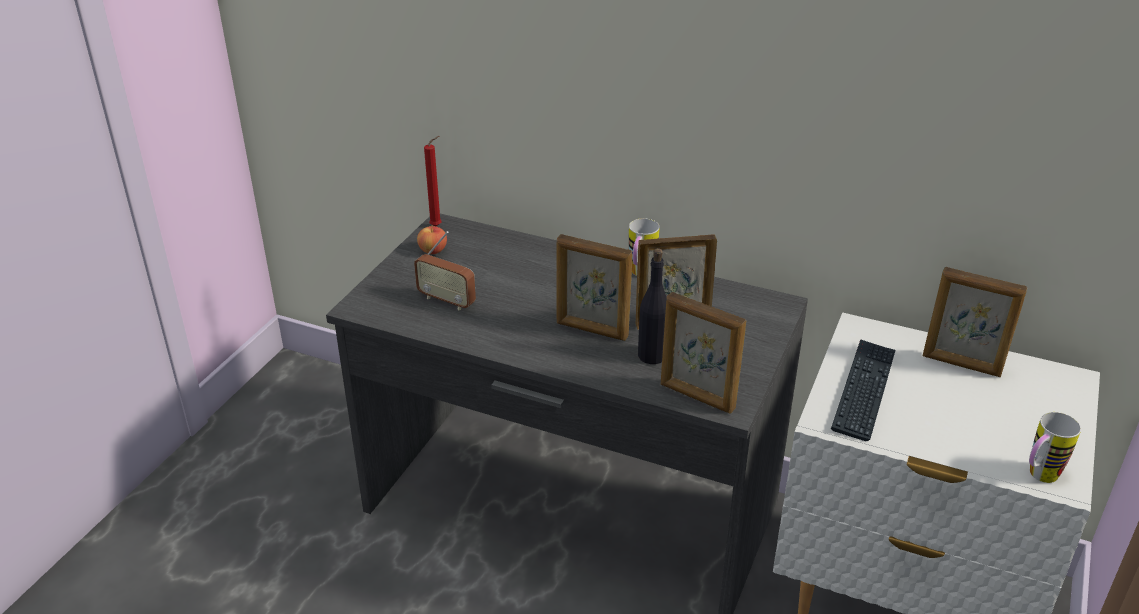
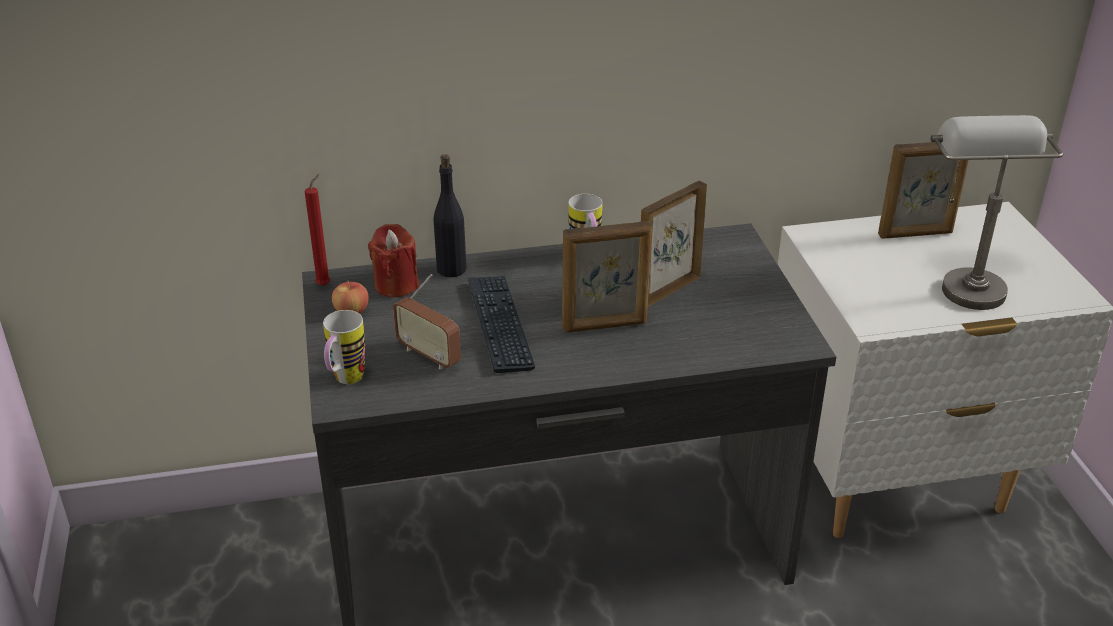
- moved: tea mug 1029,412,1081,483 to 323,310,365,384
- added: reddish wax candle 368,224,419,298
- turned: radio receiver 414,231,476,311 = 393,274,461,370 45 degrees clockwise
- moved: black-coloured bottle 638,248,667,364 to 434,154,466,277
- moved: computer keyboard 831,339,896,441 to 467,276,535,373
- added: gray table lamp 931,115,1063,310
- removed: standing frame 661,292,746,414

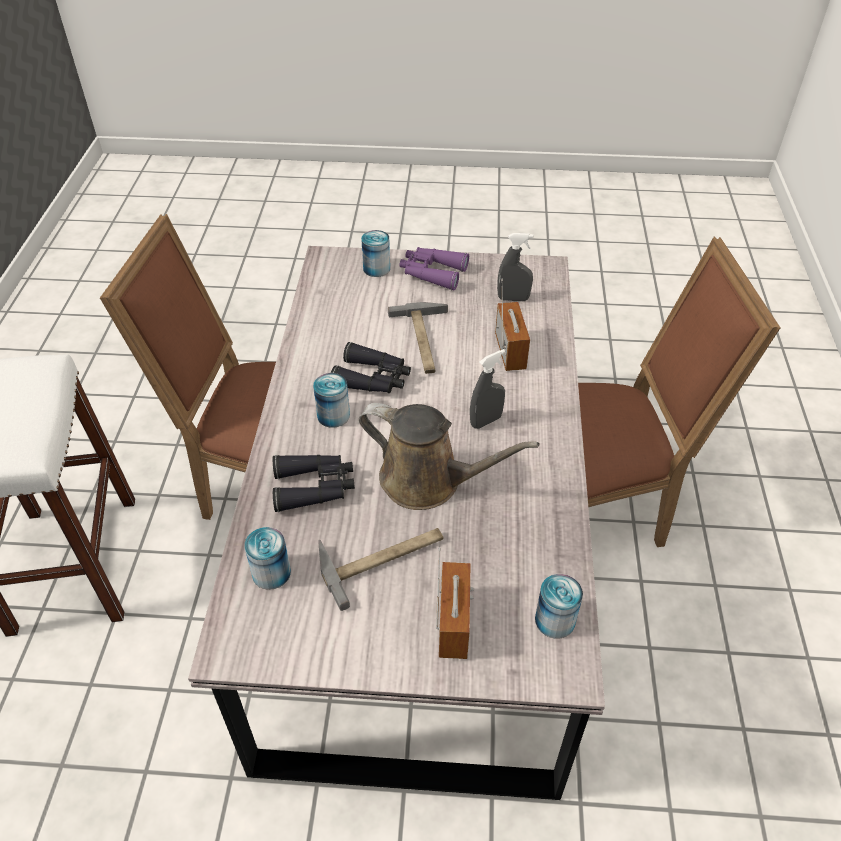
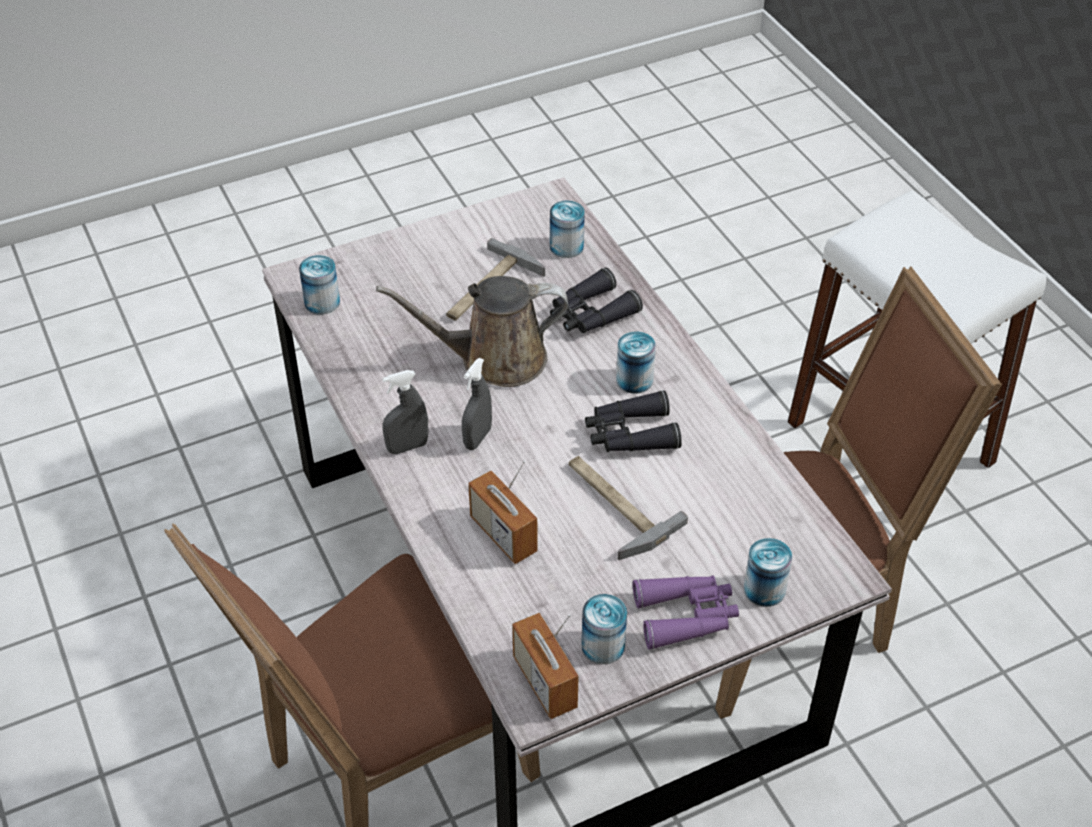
- moved: gray hand sprayer 497,233,533,301 to 382,370,428,454
- moved: radio receiver 436,547,474,659 to 512,613,579,719
- added: sealed can 582,594,627,664

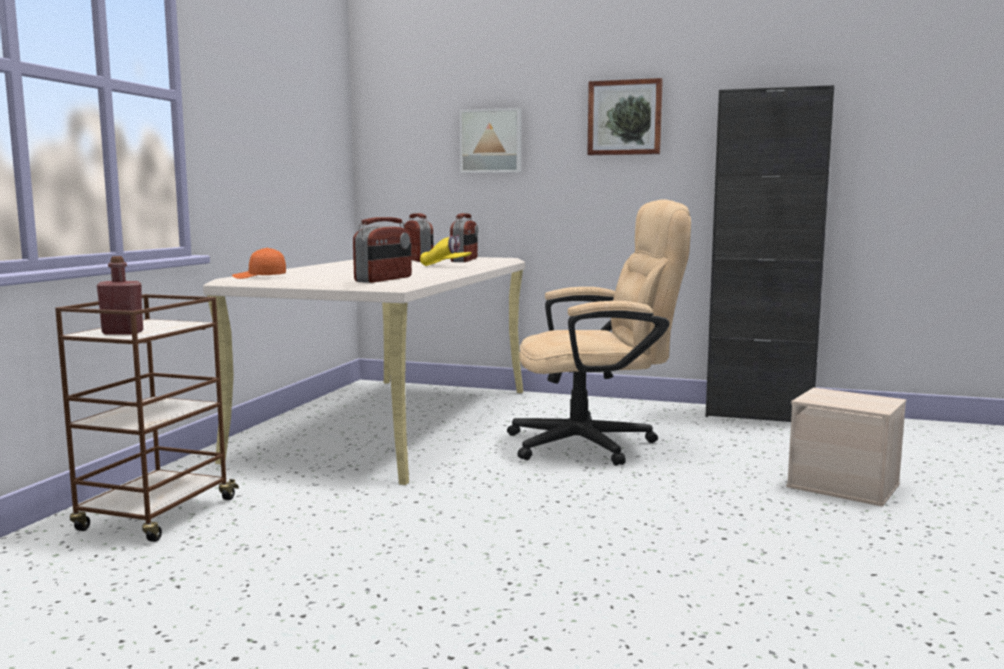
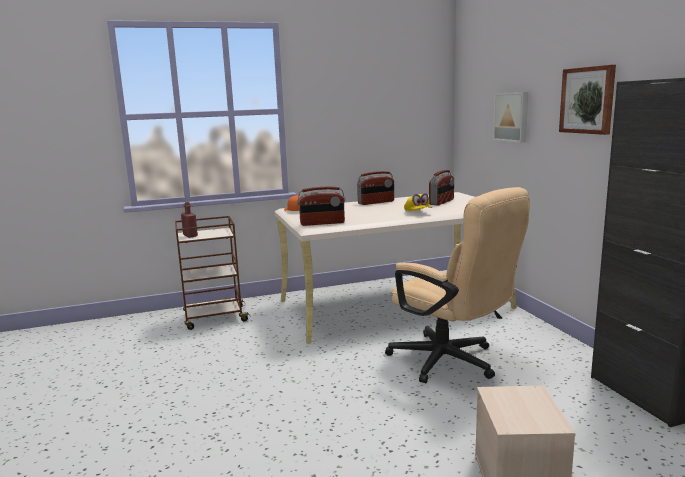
- moved: radio receiver 450,213,478,262 to 357,171,394,205

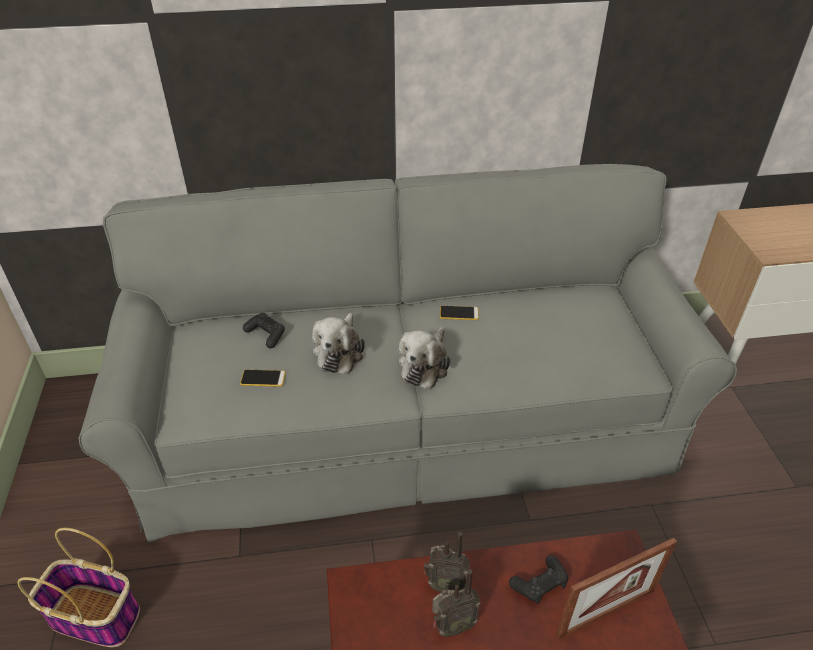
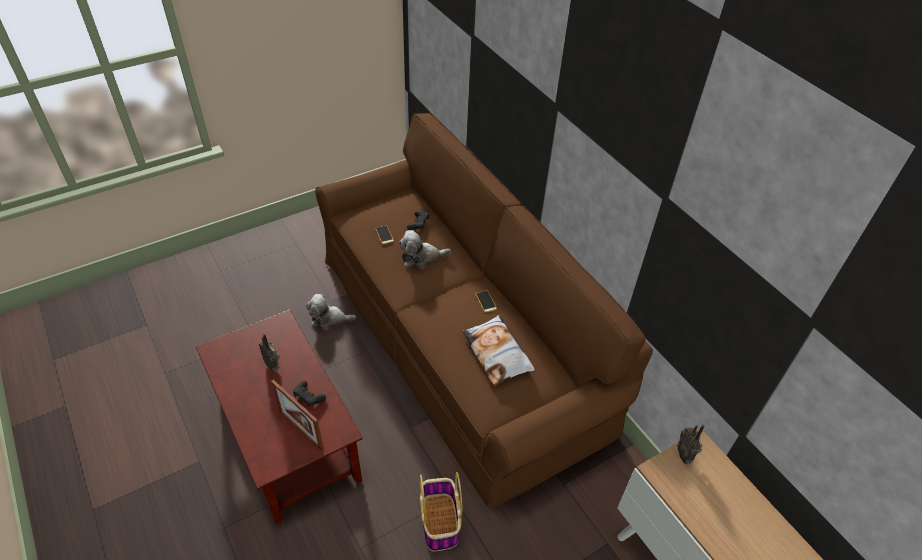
- moved: soft toy 399,327,451,389 to 306,294,356,330
- recoloured: gray settee 79,164,737,542 to brown-coloured settee 315,113,653,509
- moved: basket 17,528,140,647 to 420,472,462,552
- added: pillow 462,315,535,386
- moved: radio receiver 424,532,470,592 to 677,424,705,464

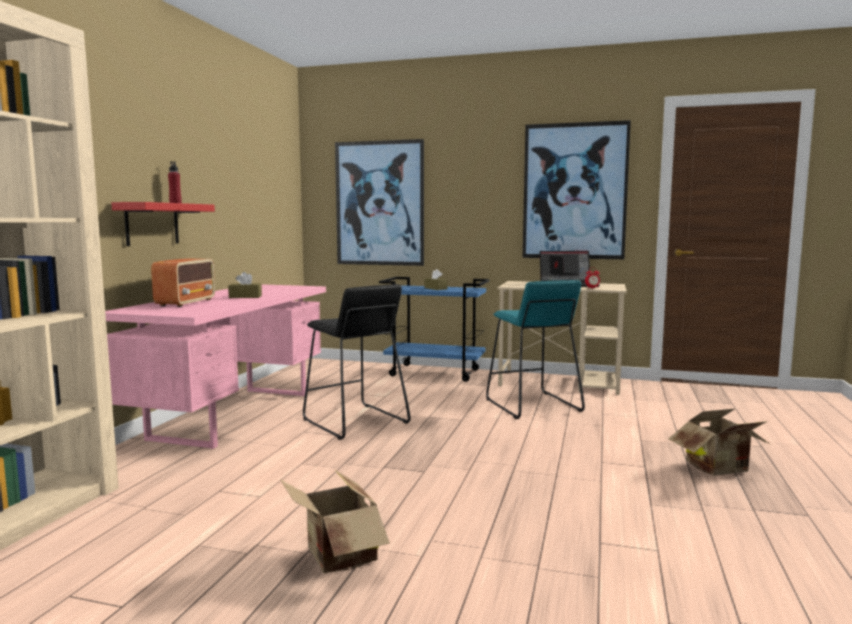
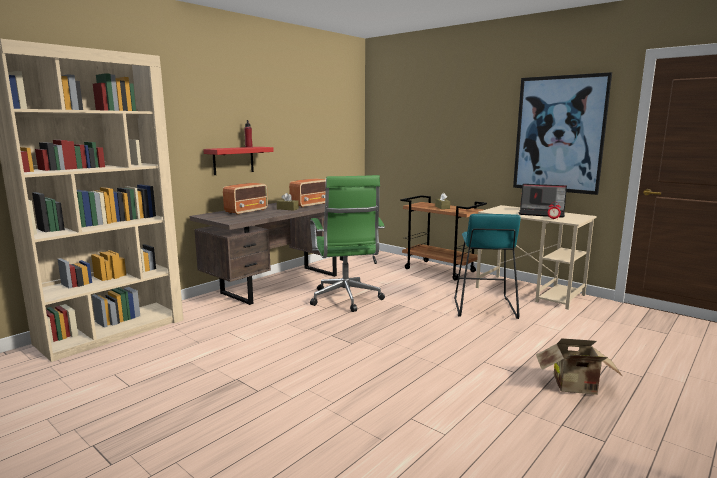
- recoloured: pink desk unit 105,284,326,449 to brown-coloured desk unit 190,203,337,305
- added: radio receiver 289,178,326,208
- replaced: black-coloured stool seat 303,284,411,440 to greenish computer chair 310,175,385,312
- recoloured: blue-coloured cart 379,277,489,382 to brown-coloured cart 401,195,487,281
- removed: cardboard box 281,469,390,573
- removed: wall art 335,139,424,266

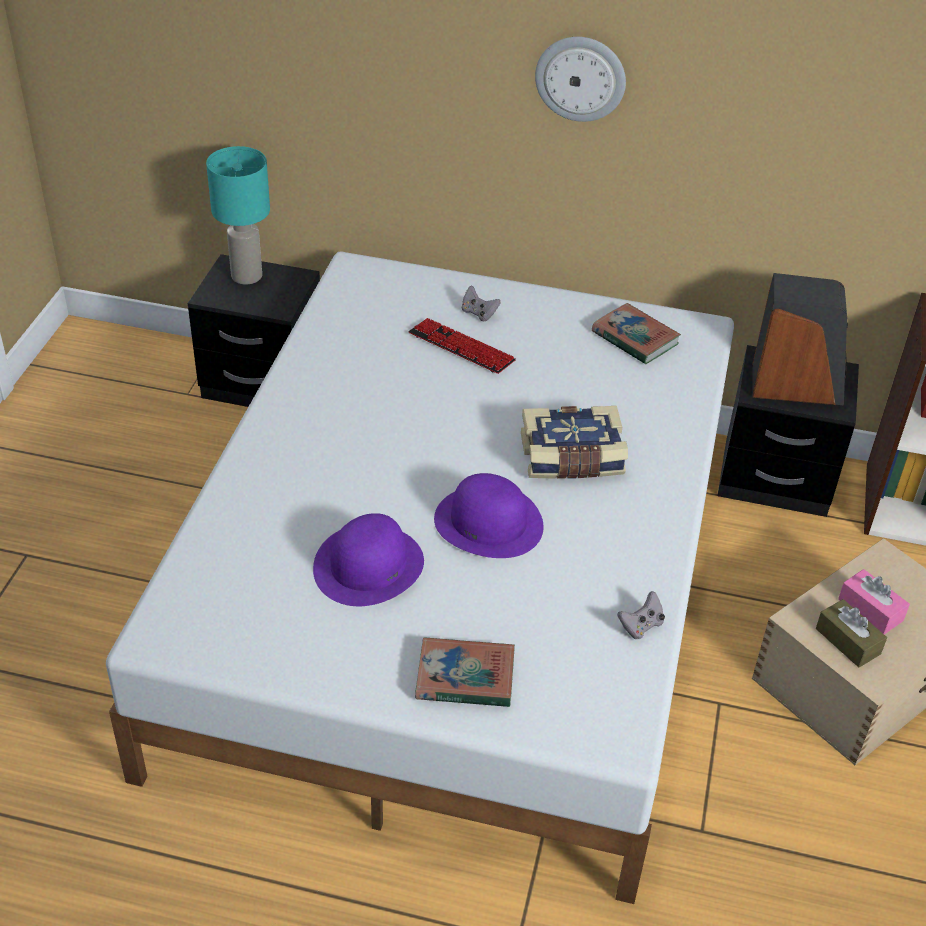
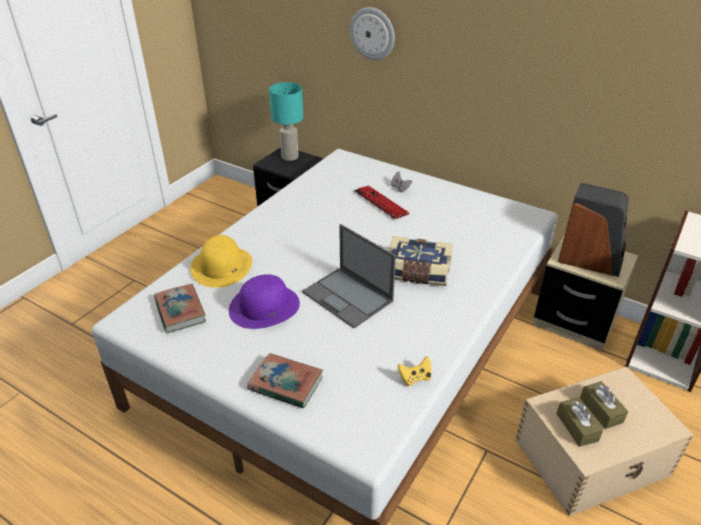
- moved: volume 592,303,681,365 to 154,284,206,333
- added: yellow-coloured clothing hat 190,235,252,288
- replaced: purplish clothing hat 434,473,544,558 to portable computer 302,224,396,328
- moved: hanging clock 535,37,626,122 to 350,7,395,60
- recoloured: gray game controller 617,591,665,639 to yellow-coloured game controller 398,356,432,386
- recoloured: black-coloured nightstand 717,345,859,517 to sand-coloured nightstand 533,237,638,351
- recoloured: pink tissue holder 838,569,910,635 to brown-coloured tissue holder 580,381,628,429

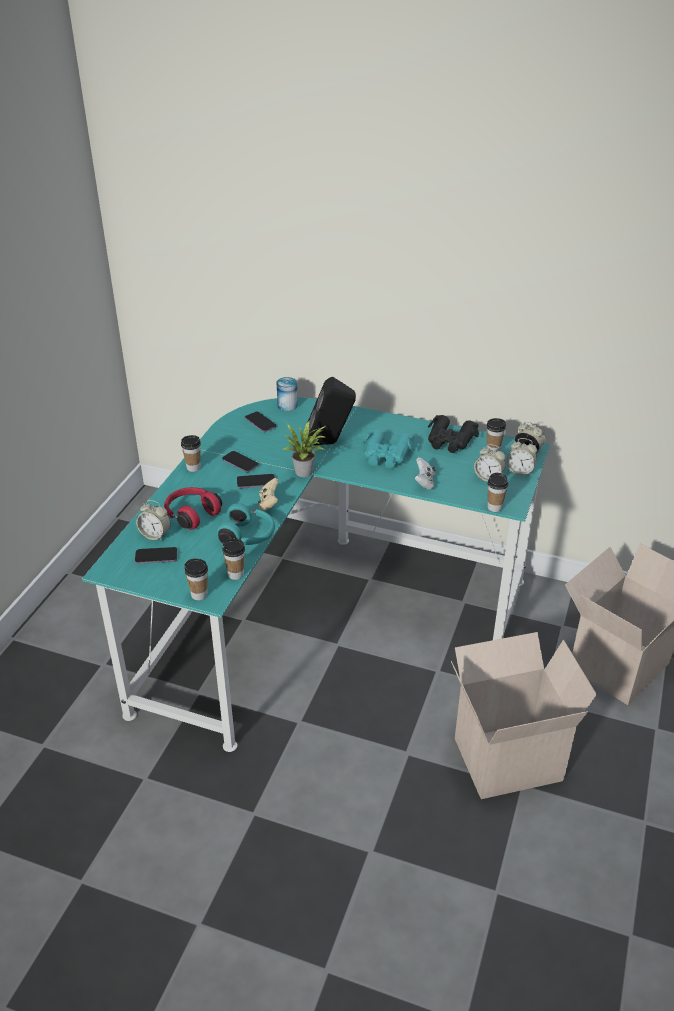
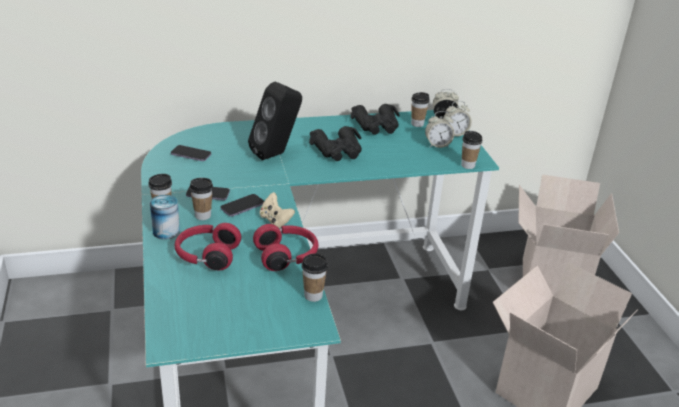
- moved: sealed can 277,377,298,411 to 150,195,180,240
- moved: cup 184,559,208,600 to 190,178,213,220
- recoloured: turquoise pair of headphones 216,503,275,545 to reddish pair of headphones 253,224,319,271
- recoloured: turquoise field glasses 363,430,415,468 to black-coloured field glasses 309,126,362,161
- removed: handset 135,547,178,564
- removed: table clock 136,500,171,541
- removed: plant in a pot 284,421,327,477
- removed: white game controller 415,457,436,490

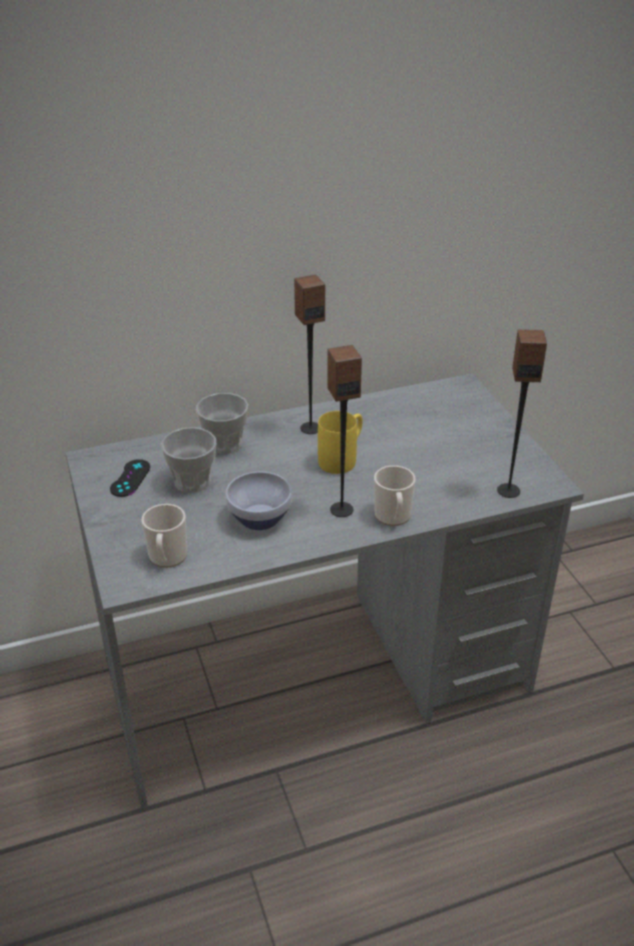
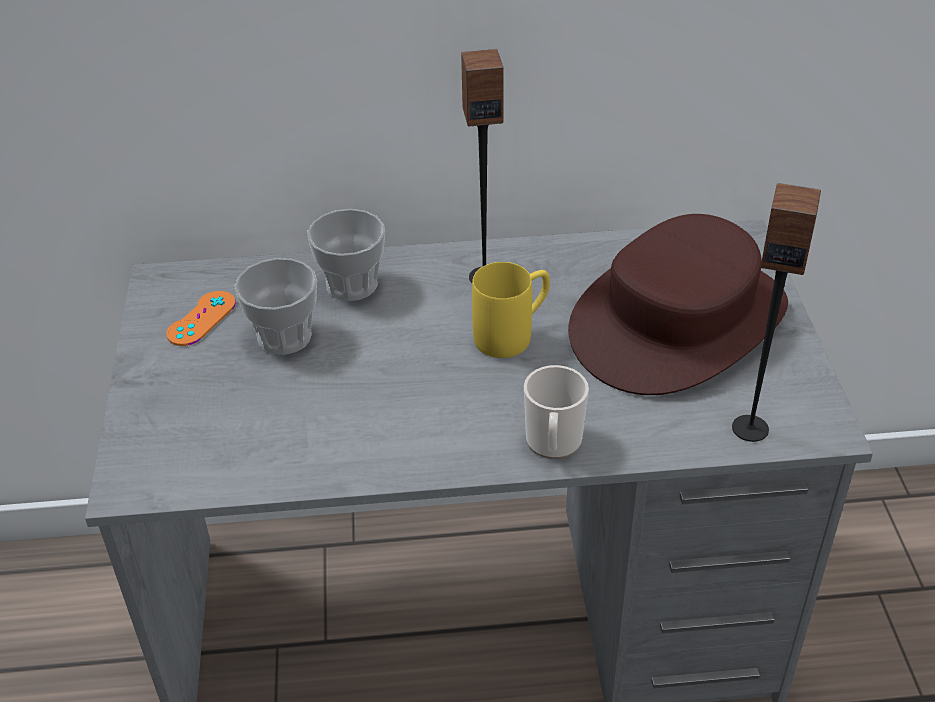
- recoloured: black-coloured game controller 110,459,150,497 to orangey game controller 166,291,236,346
- added: brown-coloured clothing hat 568,214,788,395
- removed: tea mug 142,504,187,568
- removed: bowl 225,472,292,530
- removed: loudspeaker 327,345,362,517

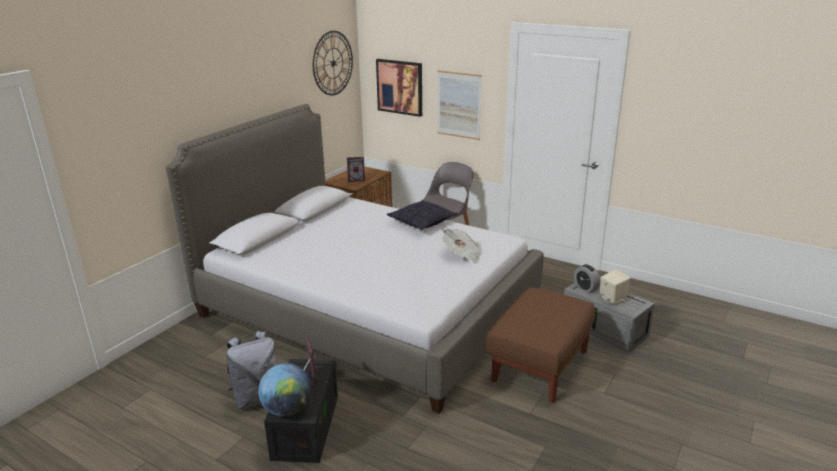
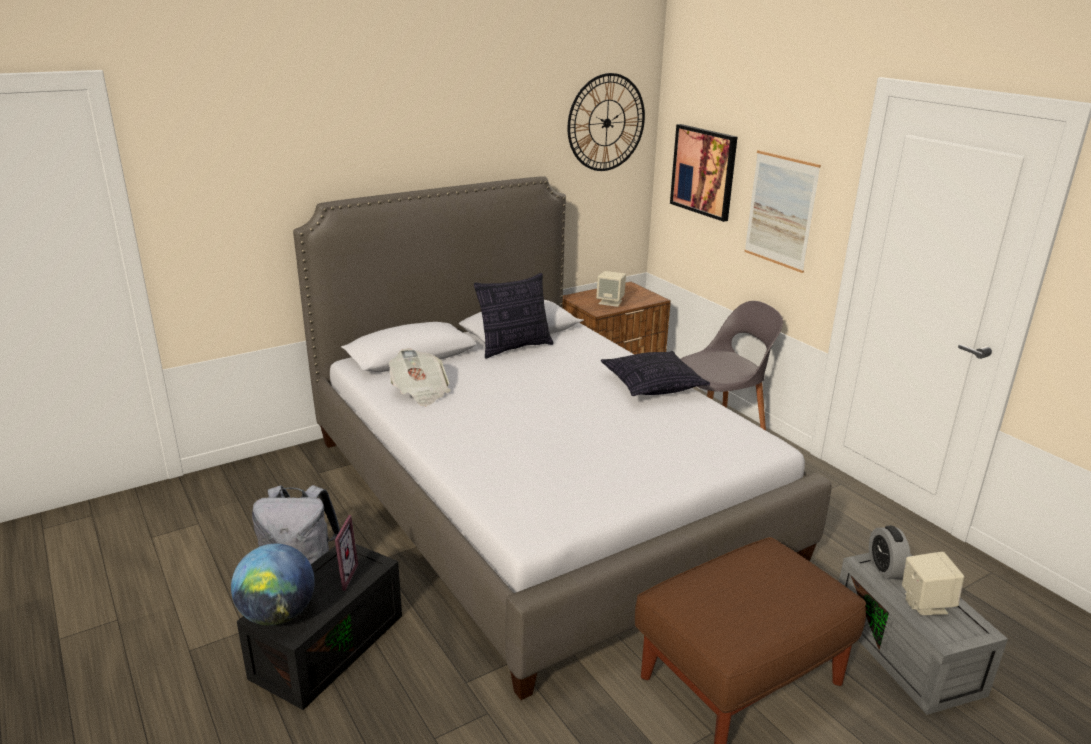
- moved: printed paper 442,228,482,263 to 389,348,450,406
- added: pillow 474,273,553,359
- replaced: standing frame 347,157,365,182 to sand-coloured loudspeaker 596,271,626,307

